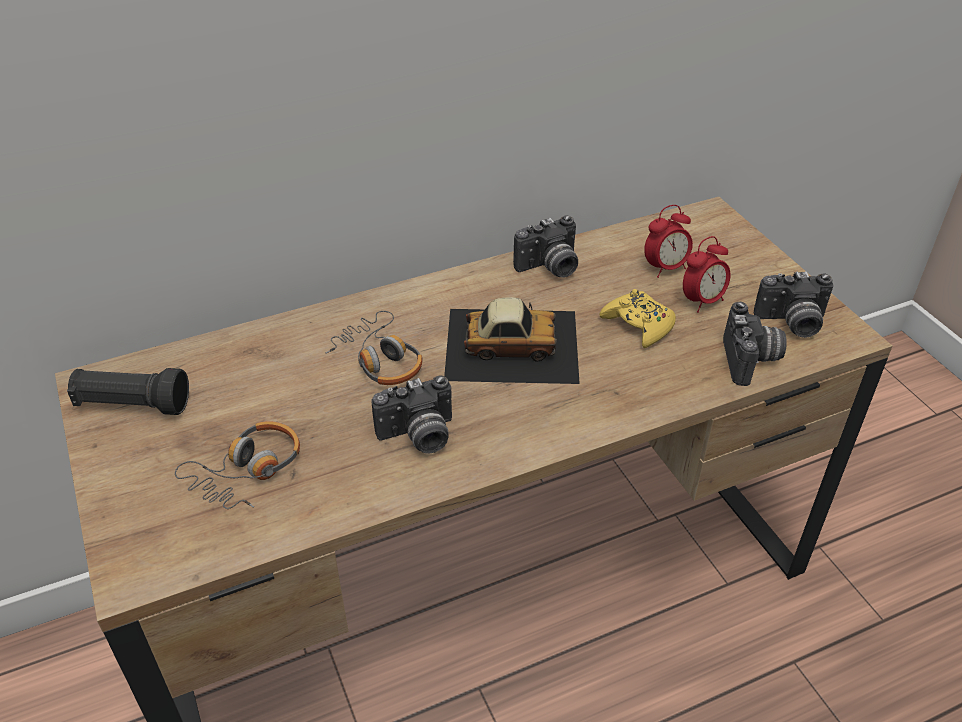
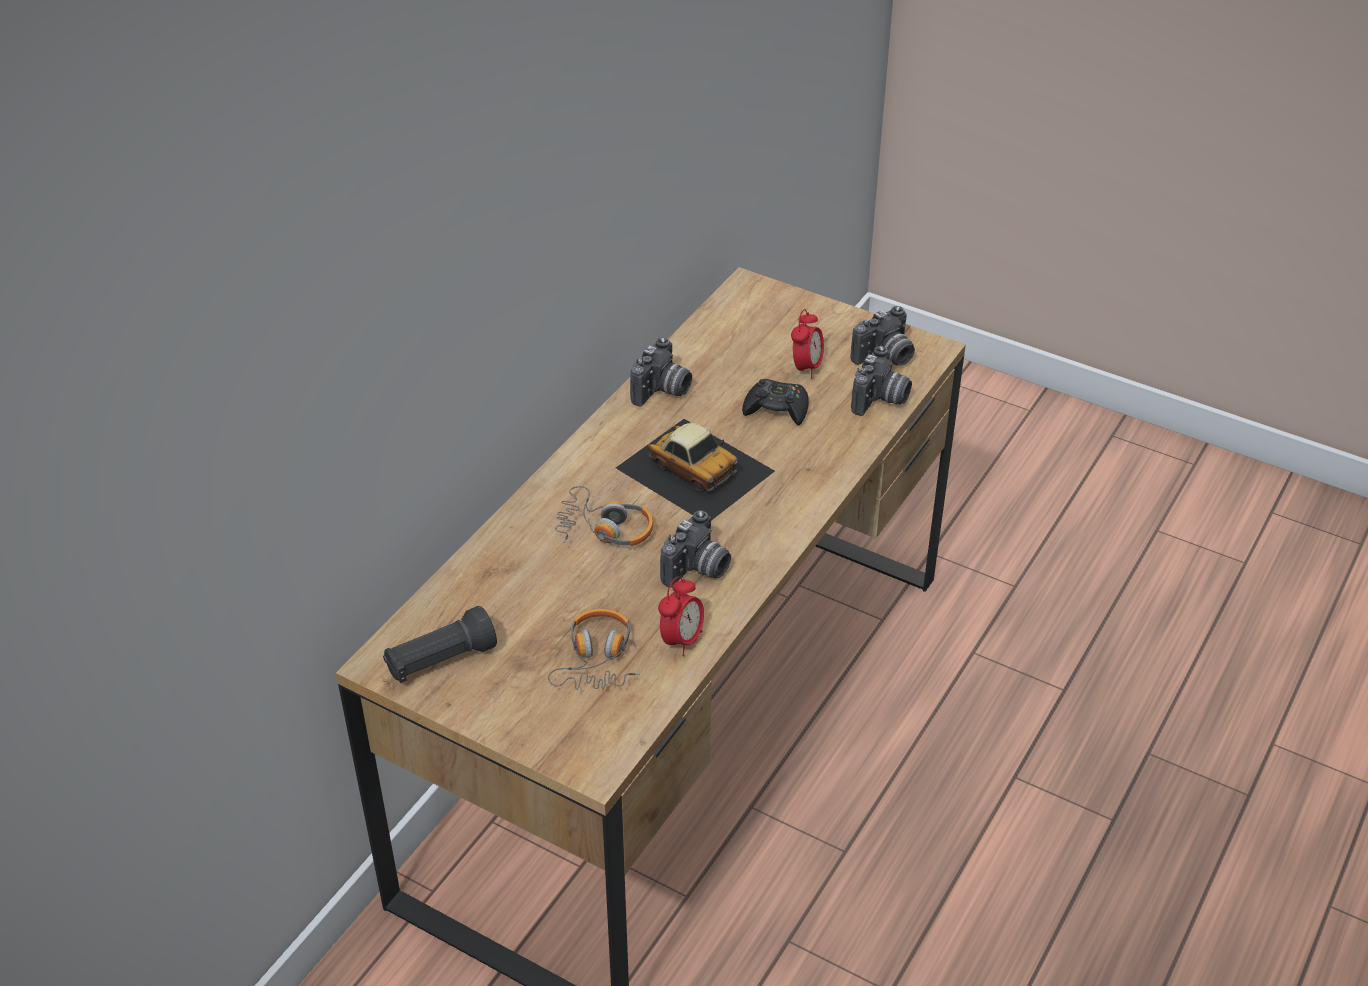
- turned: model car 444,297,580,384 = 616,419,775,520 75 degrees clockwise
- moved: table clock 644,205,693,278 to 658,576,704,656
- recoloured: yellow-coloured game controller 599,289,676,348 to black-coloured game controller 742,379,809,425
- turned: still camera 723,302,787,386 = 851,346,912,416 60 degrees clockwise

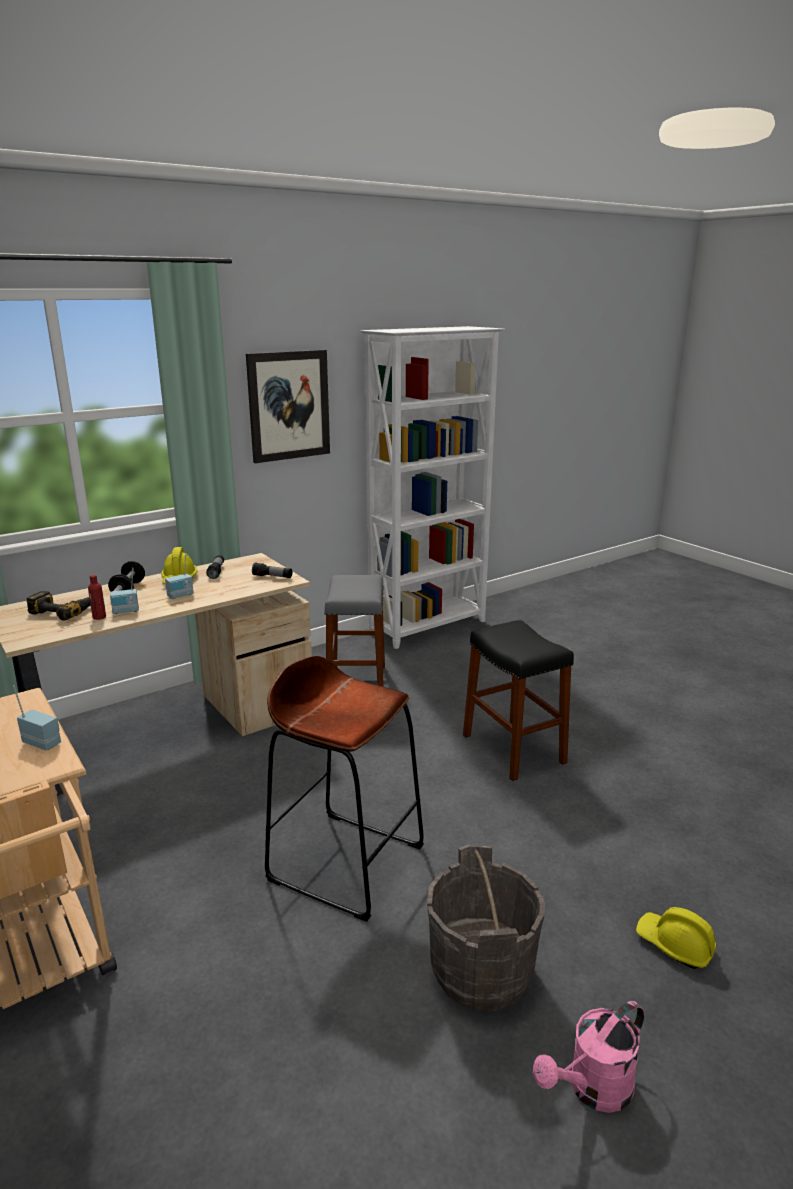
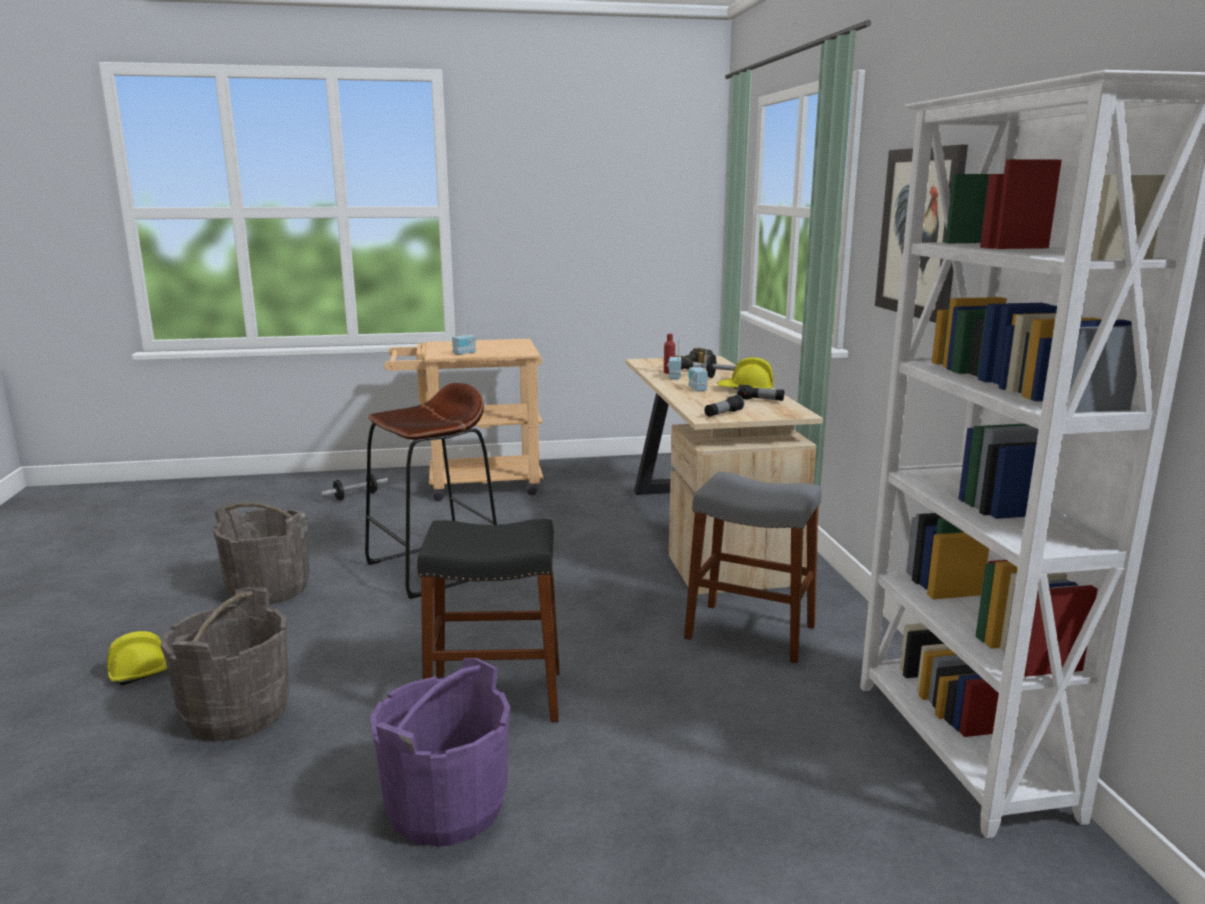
- added: gray pail 161,587,289,741
- added: free weight 322,473,388,500
- added: purplish pail 370,658,510,847
- removed: pink watering pot 533,1001,644,1113

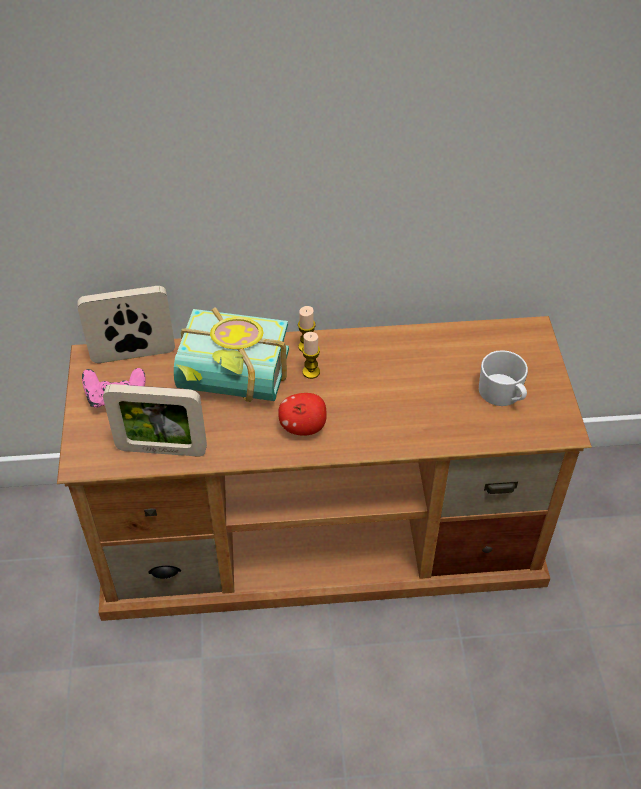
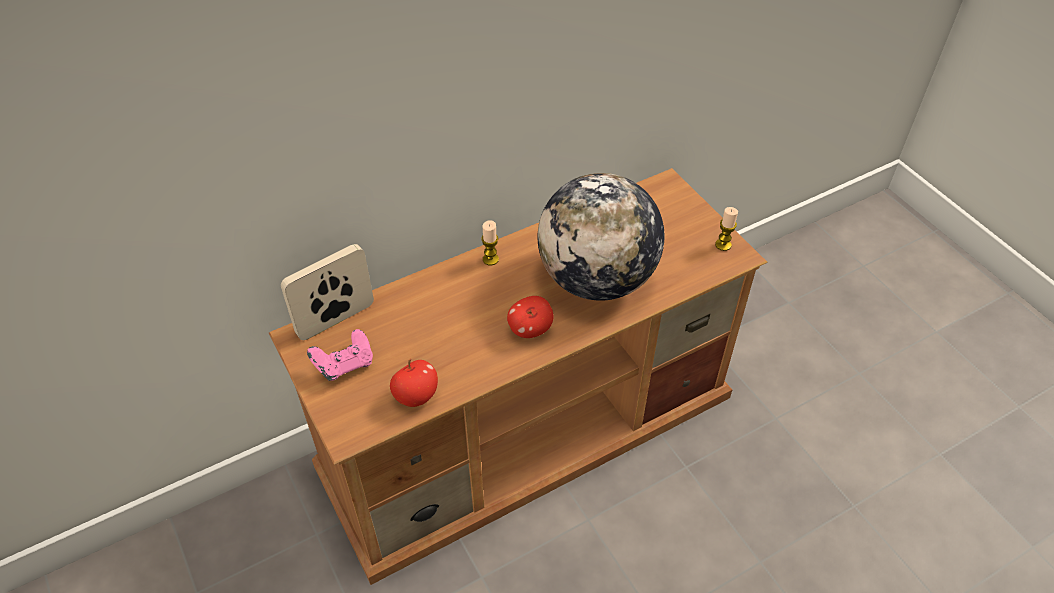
- replaced: standing frame 103,384,207,456 to apple 390,359,438,407
- added: globe 538,173,665,301
- moved: wax candle 302,332,320,379 to 715,207,738,251
- removed: volume 174,308,289,402
- removed: white tea mug 479,350,528,406

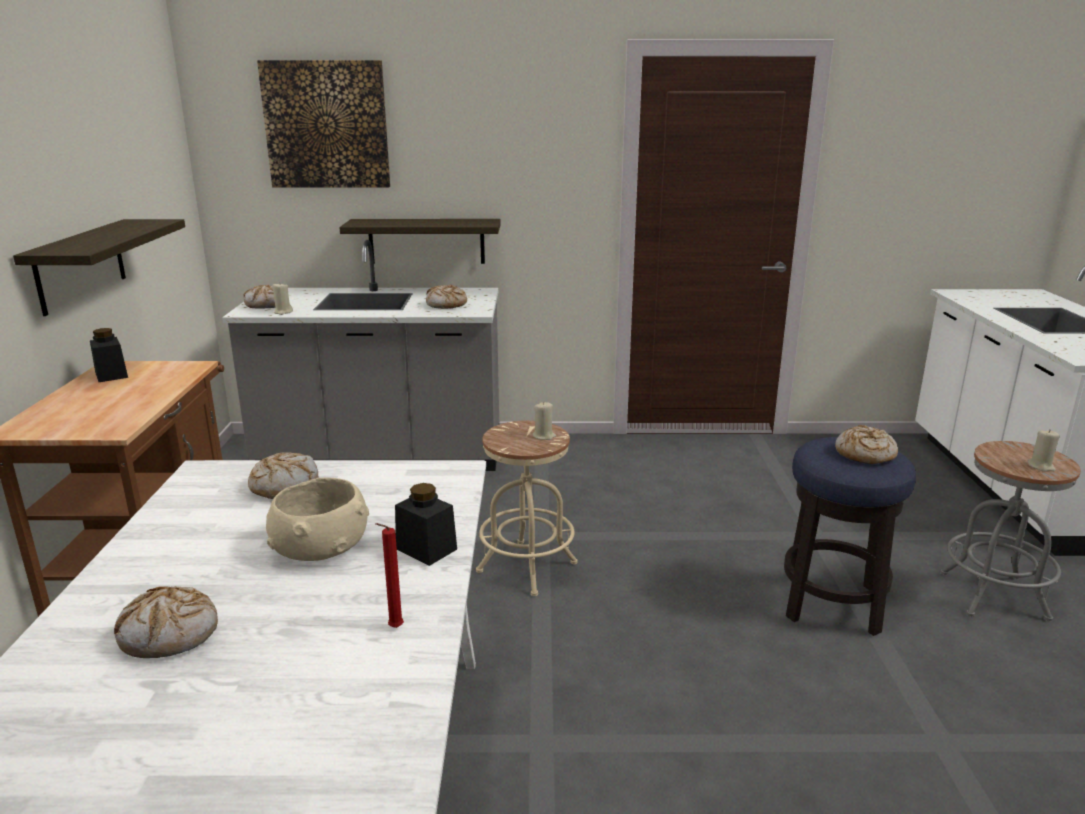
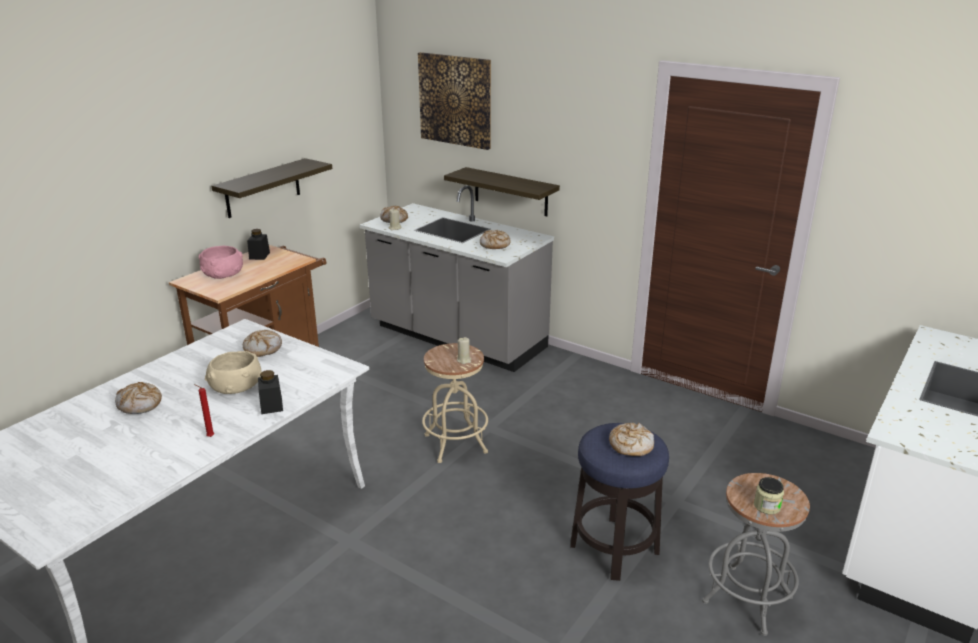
- added: pink bowl 199,246,243,279
- replaced: sand-coloured wax candle 1028,429,1060,472 to preserve jar 754,477,784,514

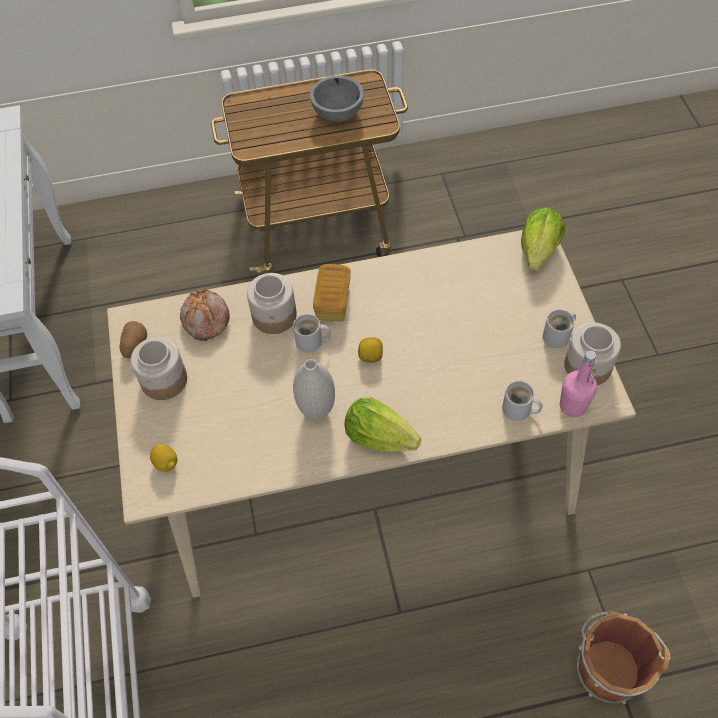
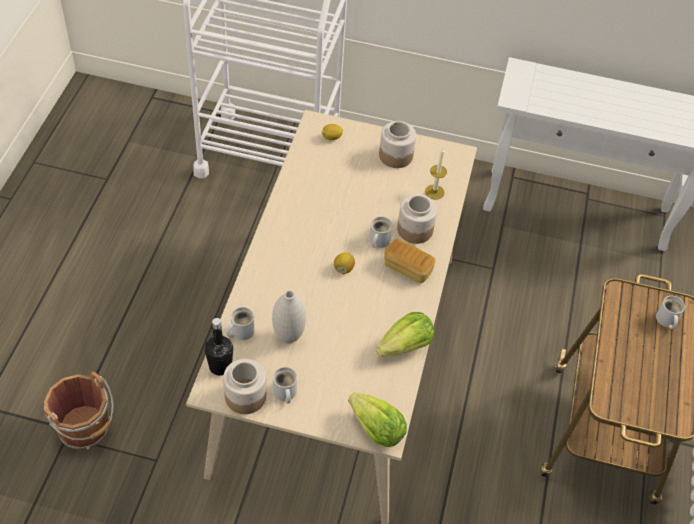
- recoloured: pink bottle 560,350,597,417 to black-coloured bottle 205,318,233,376
- moved: white vase 293,359,335,420 to 272,290,306,344
- moved: lettuce 344,397,421,452 to 376,312,434,357
- replaced: baked bread 180,290,230,341 to wax candle 425,148,447,200
- added: white tea mug 656,296,685,329
- removed: whole potato 120,321,147,358
- removed: gray bowl 310,76,364,122

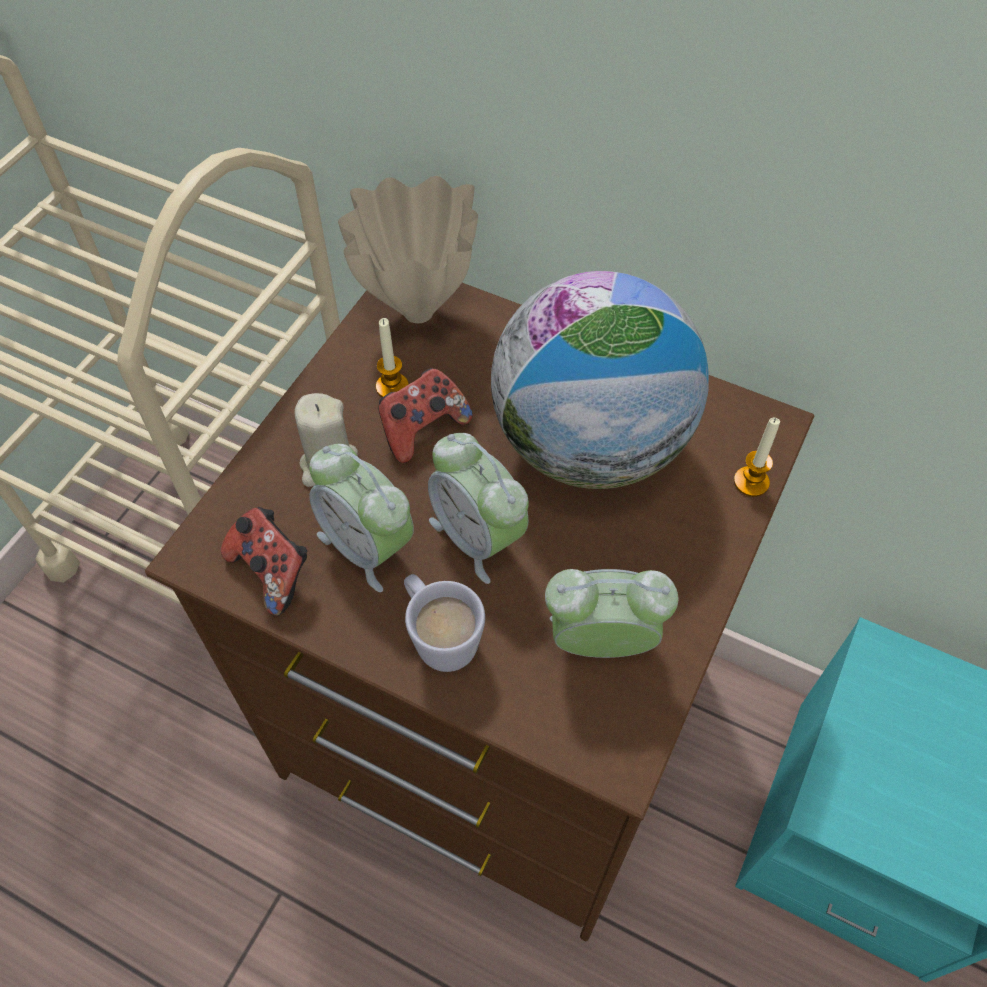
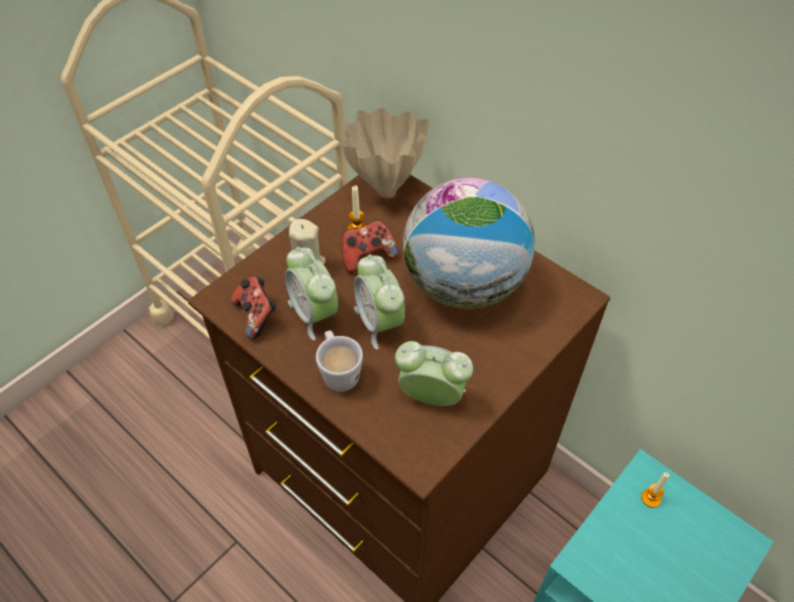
- moved: wax candle 734,418,780,497 to 641,472,670,508

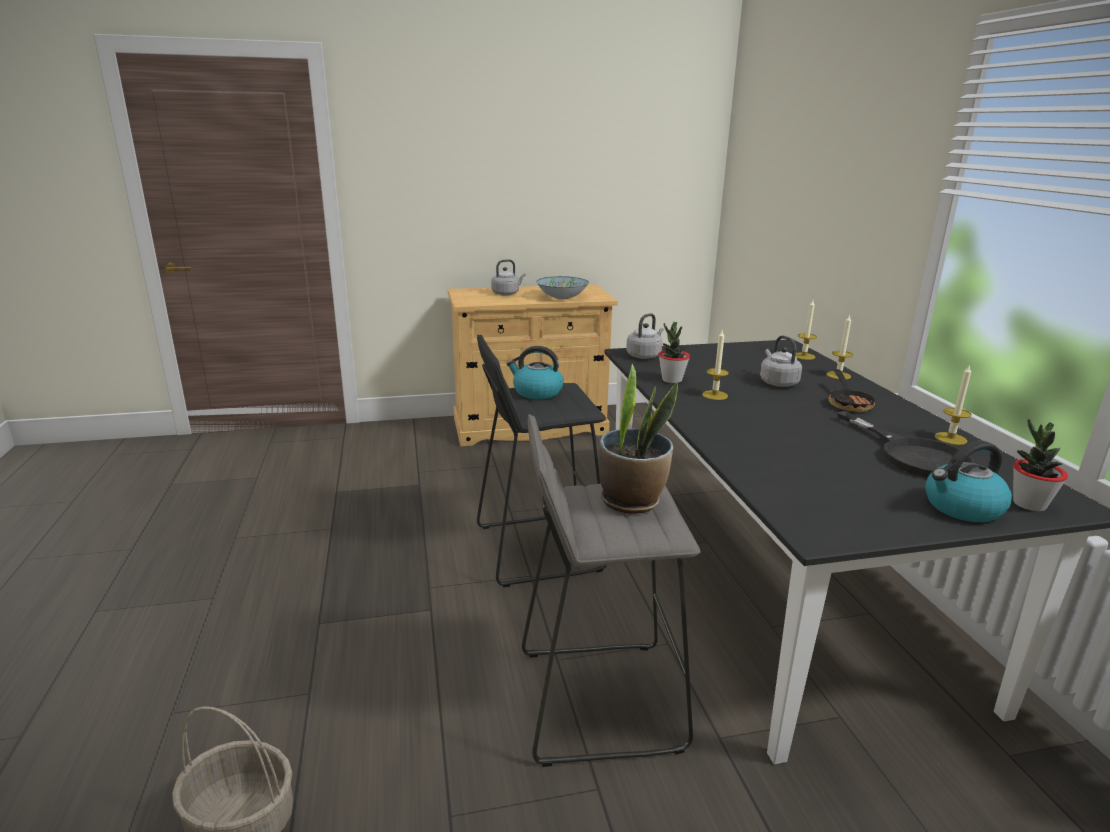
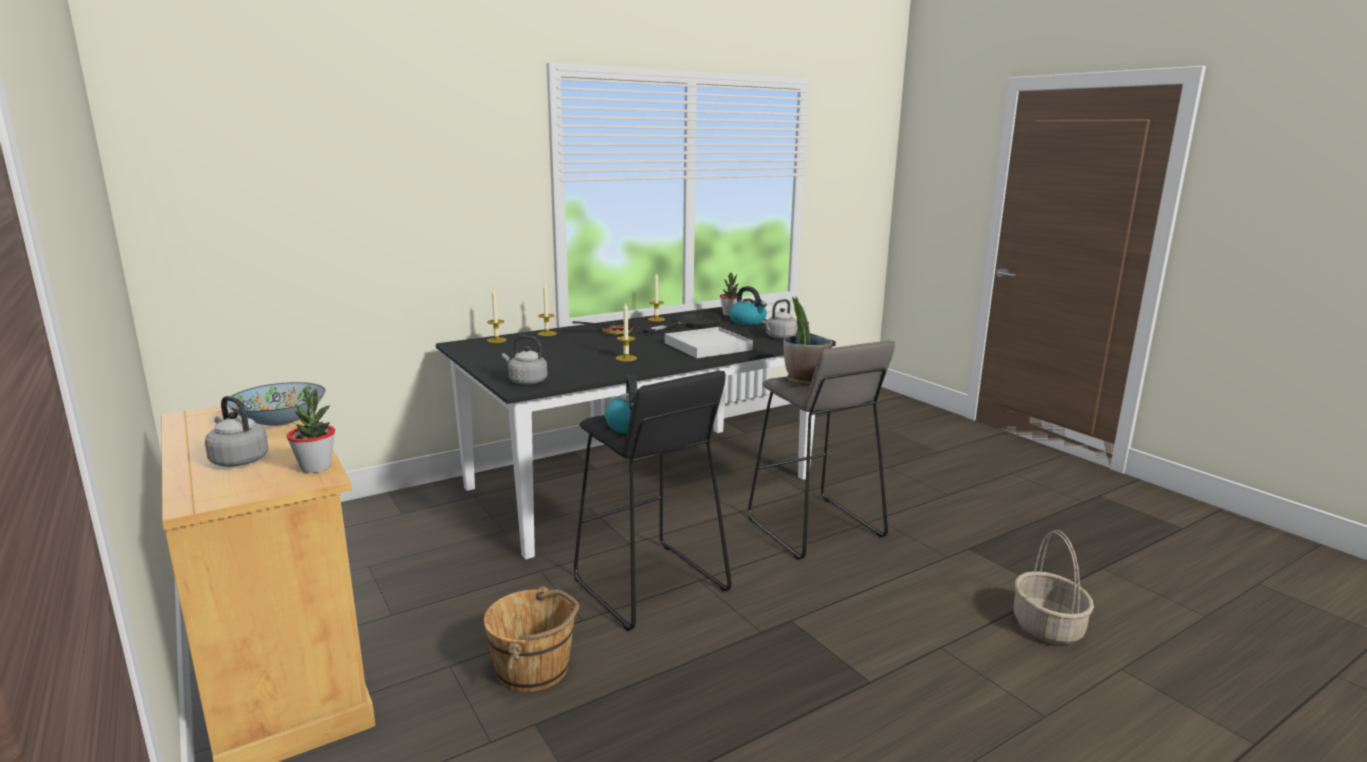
- moved: plant in a pot 658,322,690,383 to 286,388,335,473
- added: brown-coloured pail 484,586,579,692
- added: white serving tray 665,327,753,358
- moved: gray tea kettle 760,335,802,387 to 762,299,797,339

